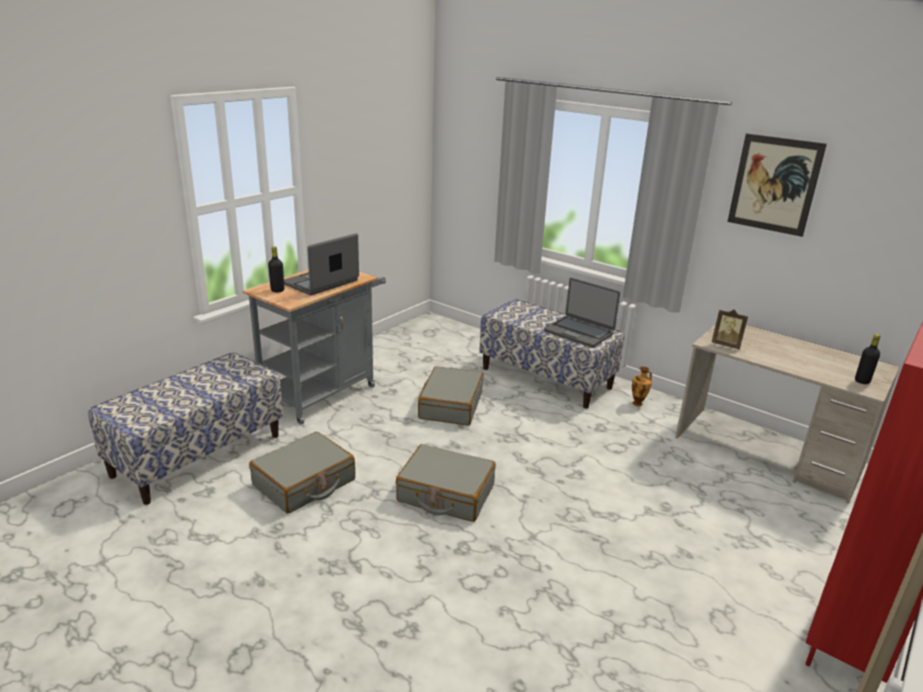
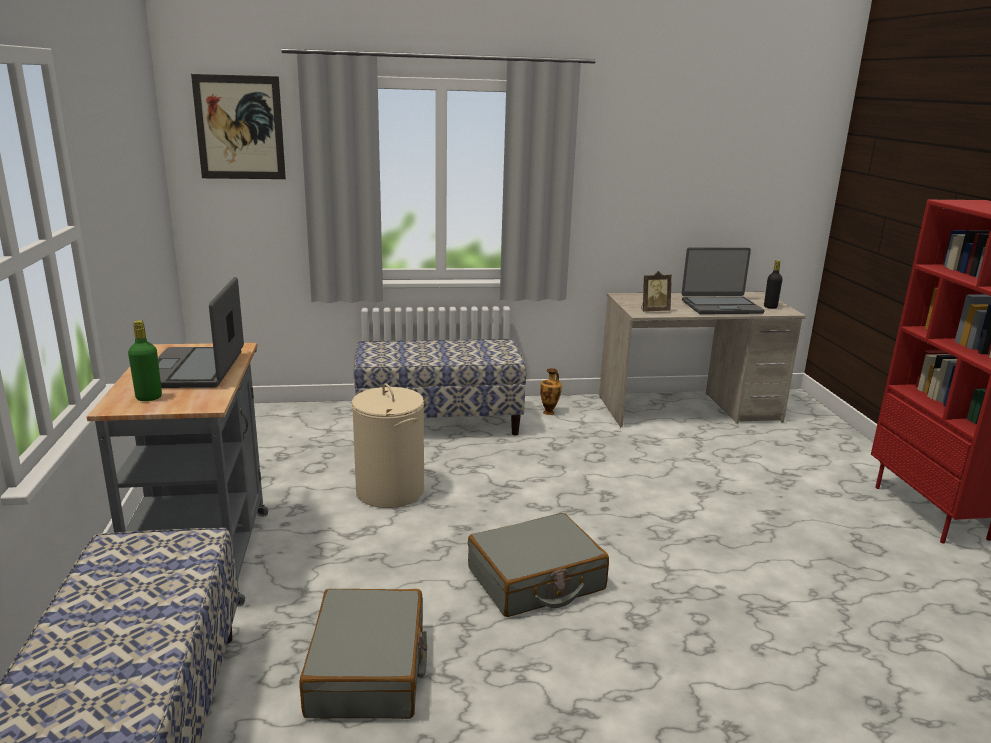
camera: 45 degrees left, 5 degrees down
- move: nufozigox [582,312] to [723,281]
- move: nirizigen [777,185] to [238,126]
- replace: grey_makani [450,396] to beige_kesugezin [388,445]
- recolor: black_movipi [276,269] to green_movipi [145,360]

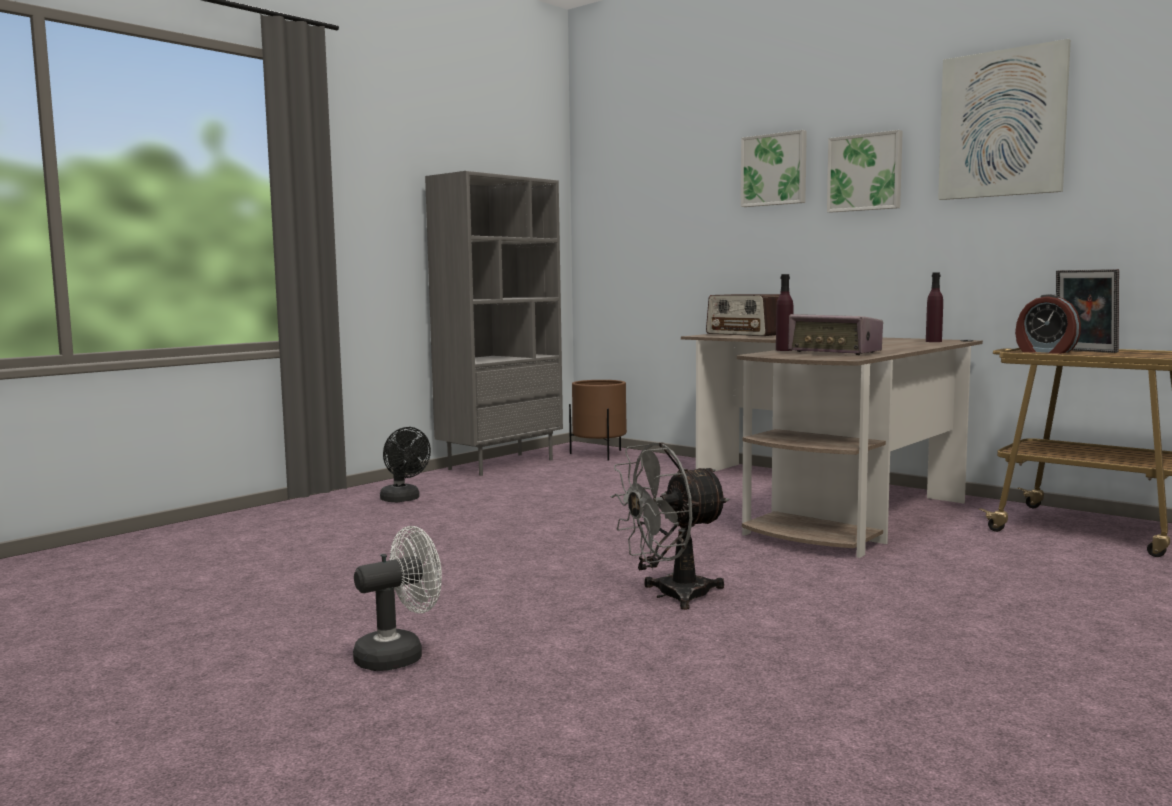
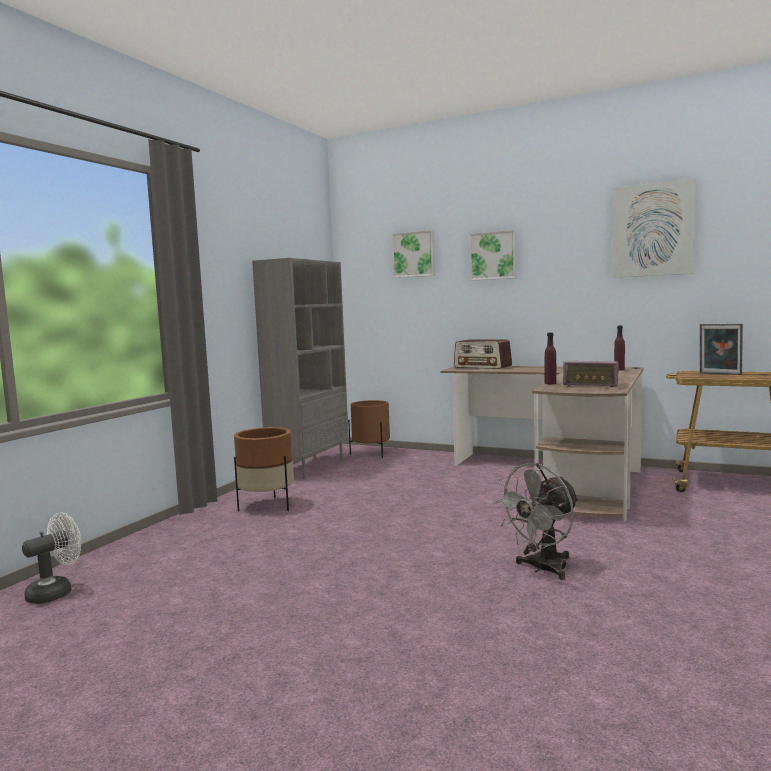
camera: 15 degrees left, 0 degrees up
- delete: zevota [1048,324]
- move: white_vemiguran [397,598] to [51,558]
- move: nirizigen [865,171] to [413,254]
- replace: black_vemiguran [405,464] to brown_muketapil [264,469]

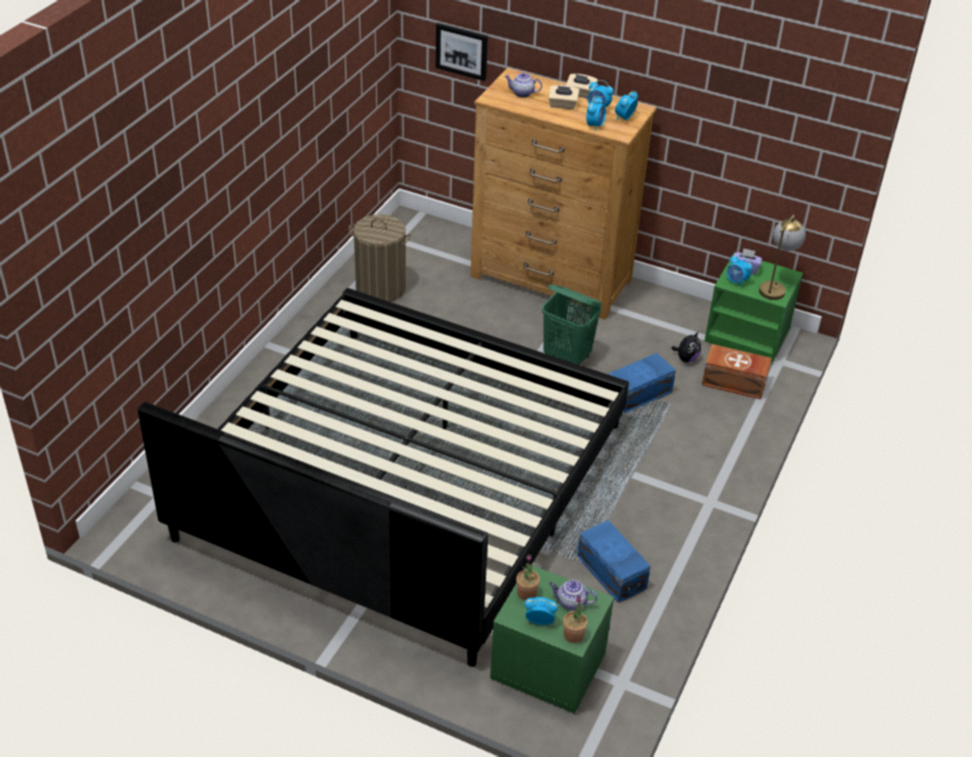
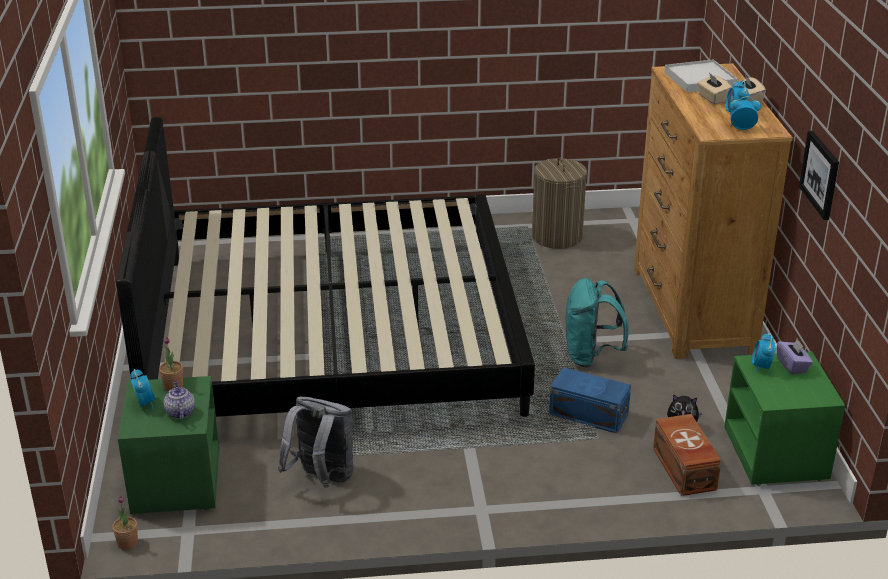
camera: 60 degrees right, 10 degrees down
- delete: zevota [596,113]
- delete: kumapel [782,257]
- move: nirizigen [462,52] to [819,175]
- move: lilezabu [575,619] to [125,523]
- replace: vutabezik [523,85] to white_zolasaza [701,75]
- replace: green_kesugezin [572,324] to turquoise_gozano [597,323]
- replace: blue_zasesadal [614,561] to grey_gozano [316,442]

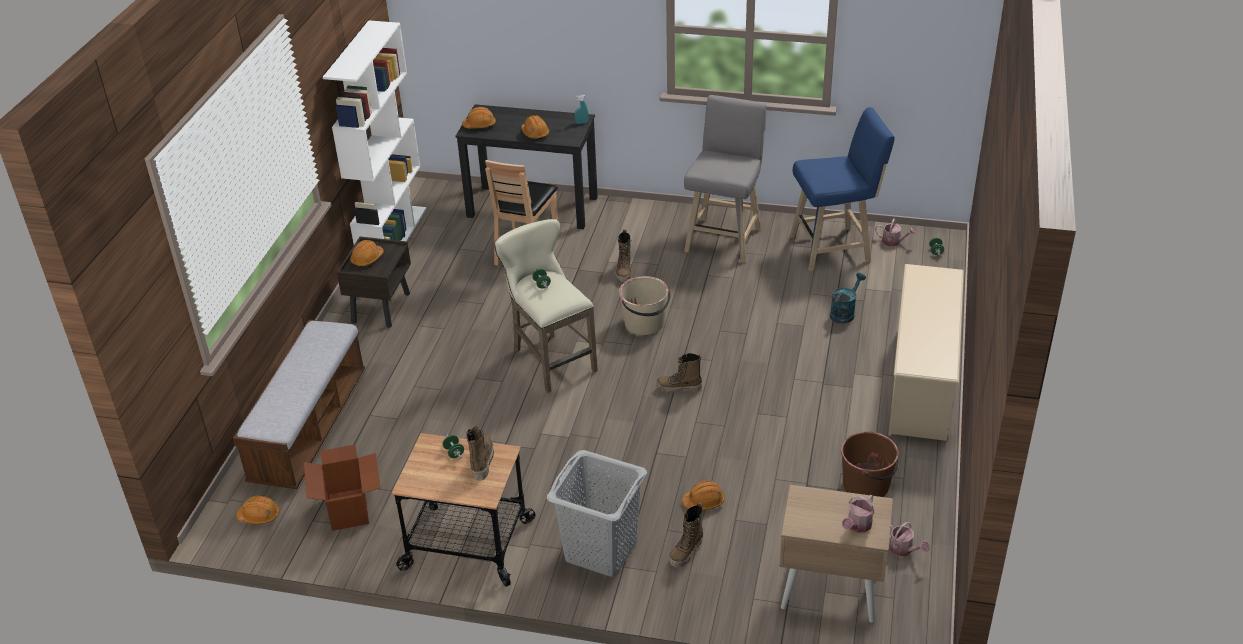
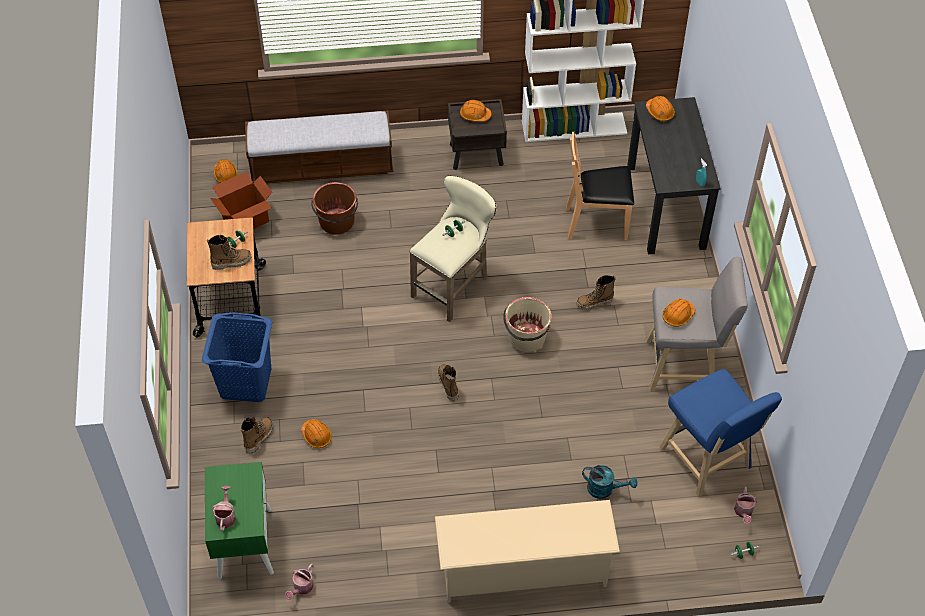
camera: 70 degrees right, 15 degrees up
- move: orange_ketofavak [535,127] to [678,313]
- move: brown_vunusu [870,464] to [334,208]
- recolor: grey_kesugezin [597,513] to blue_kesugezin [237,357]
- recolor: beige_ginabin [836,554] to green_ginabin [239,521]
- rotate: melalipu [686,535] = [257,435] 105 degrees clockwise
- rotate: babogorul [858,514] = [224,508] 75 degrees clockwise

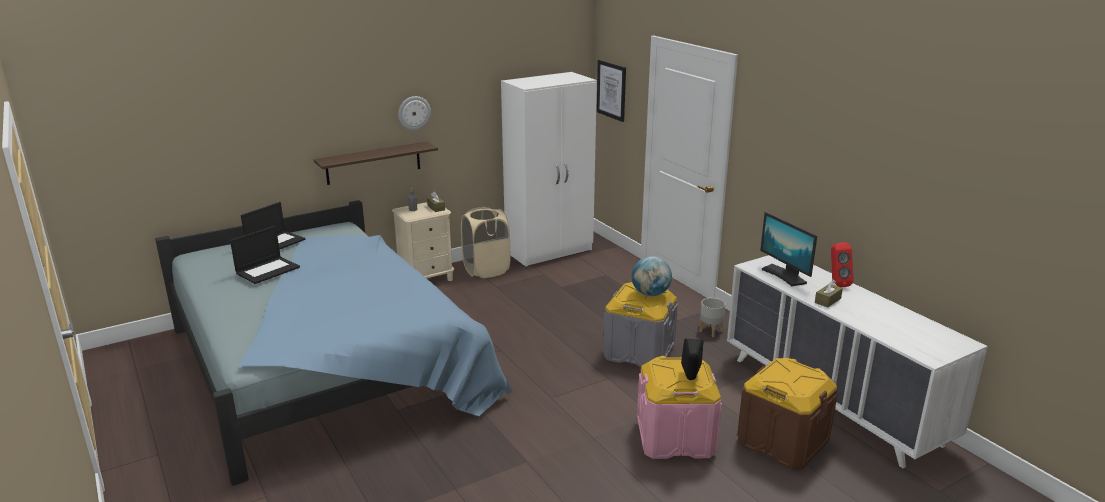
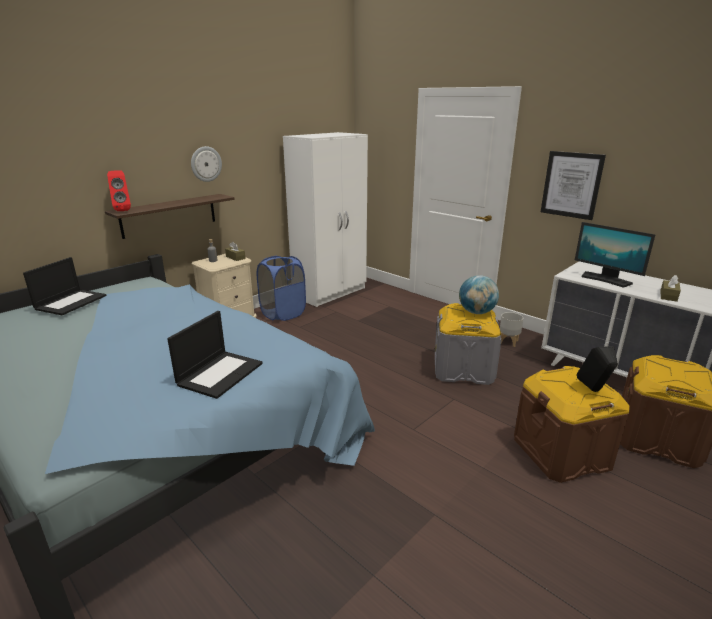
camera: 15 degrees left, 0 degrees up
- move: nufozigox [265,255] to [215,355]
- move: nirizigen [611,91] to [573,185]
- move: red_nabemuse [842,265] to [119,190]
- recolor: beige_kesugezin [485,242] to blue_kesugezin [281,288]
- recolor: pink_zasesadal [679,407] to brown_zasesadal [572,424]

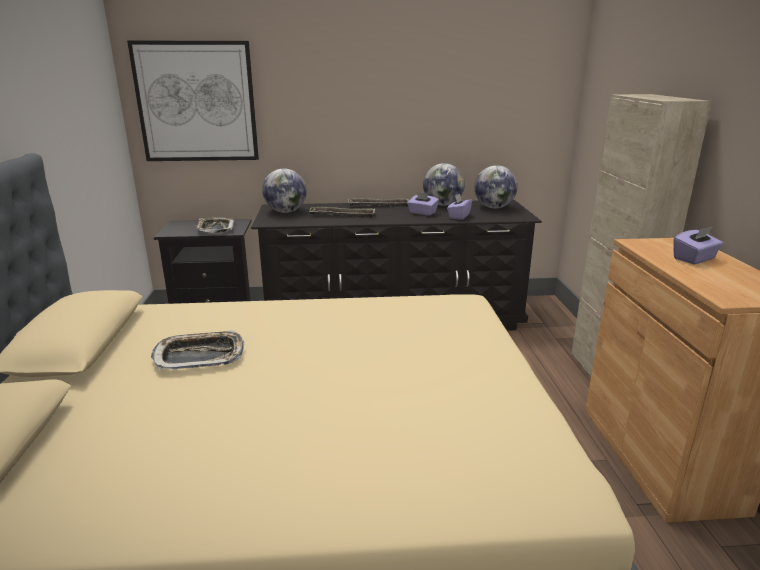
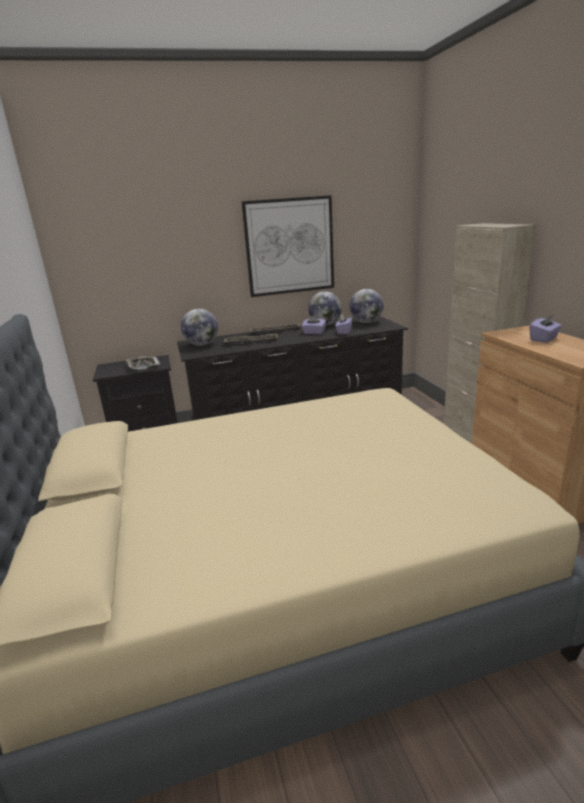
camera: 10 degrees left, 0 degrees up
- delete: zolasaza [197,350]
- move: nirizigen [193,101] to [287,246]

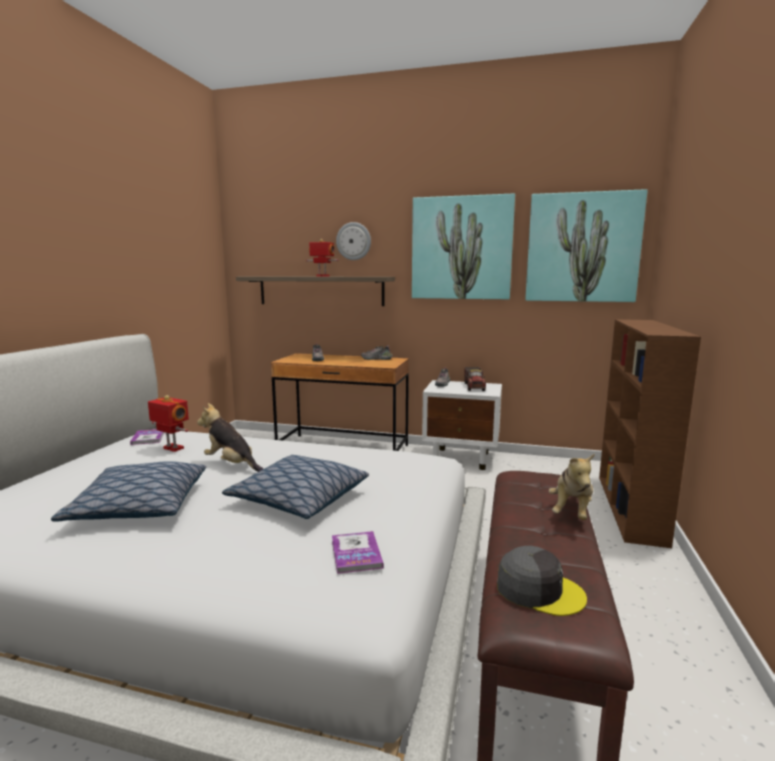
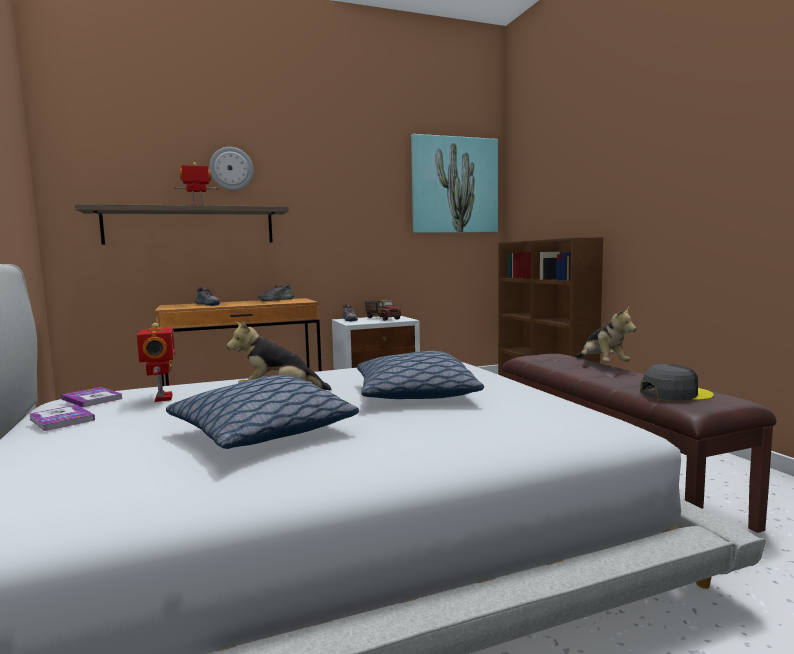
camera: 35 degrees left, 5 degrees down
- delete: nirizigen [463,247]
- move: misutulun [357,552] to [62,418]
- rotate: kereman [168,423] = [156,362] 75 degrees clockwise

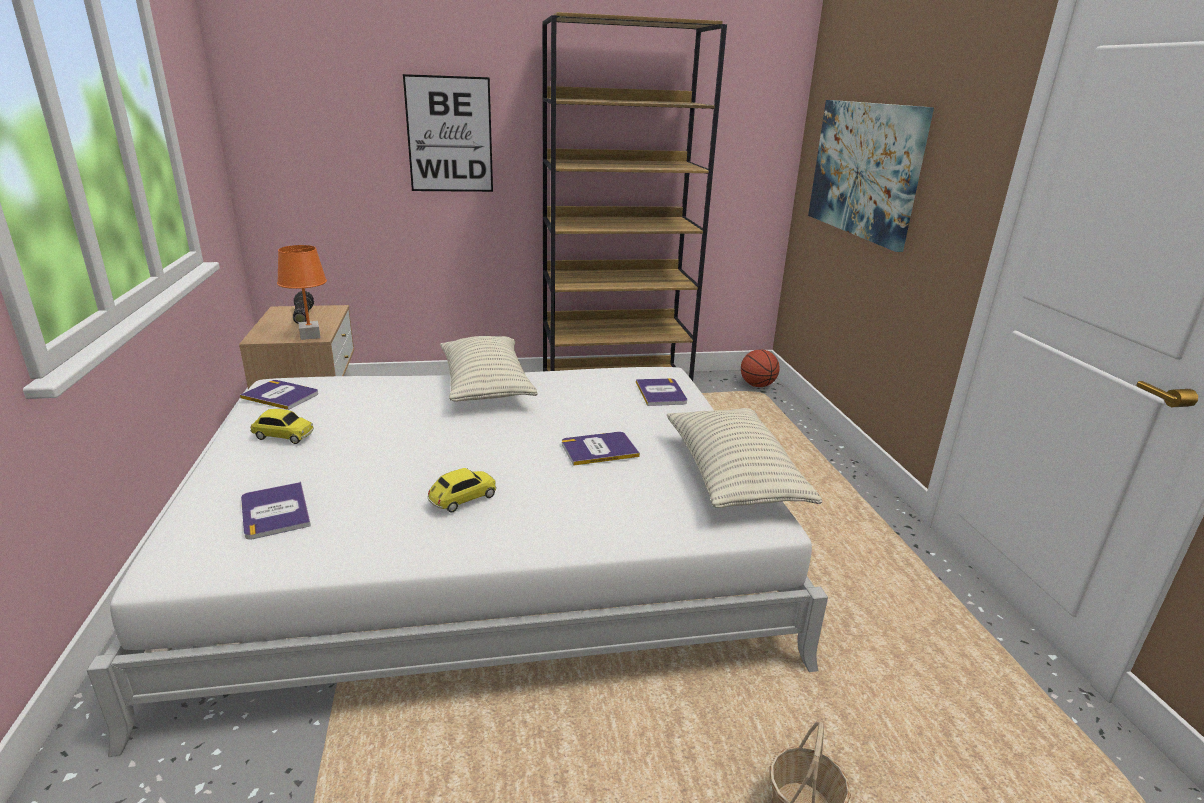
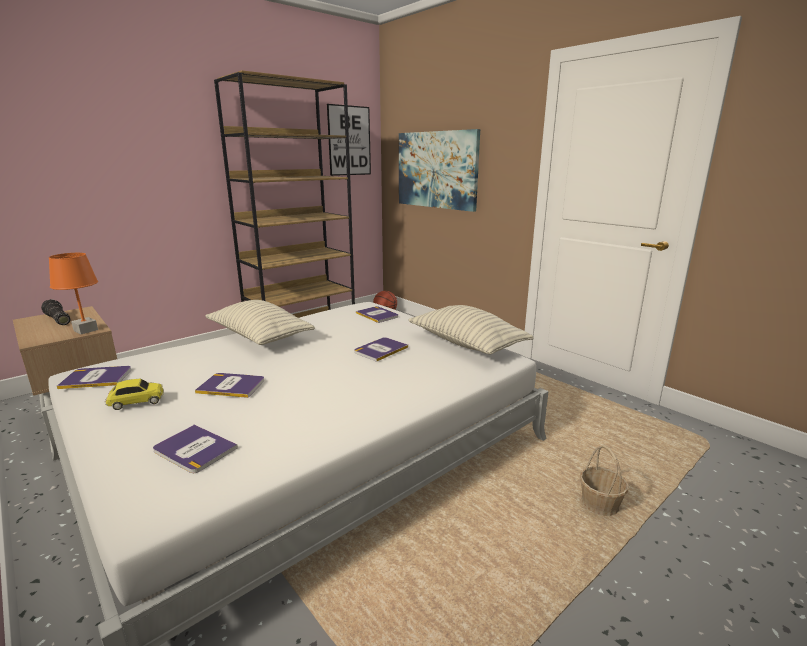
camera: 30 degrees left, 5 degrees down
- delete: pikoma [462,490]
- insert: misutulun [229,385]
- move: nirizigen [448,133] to [349,140]

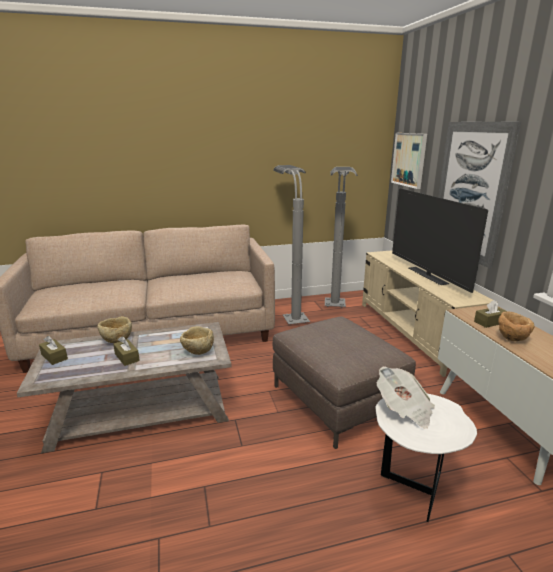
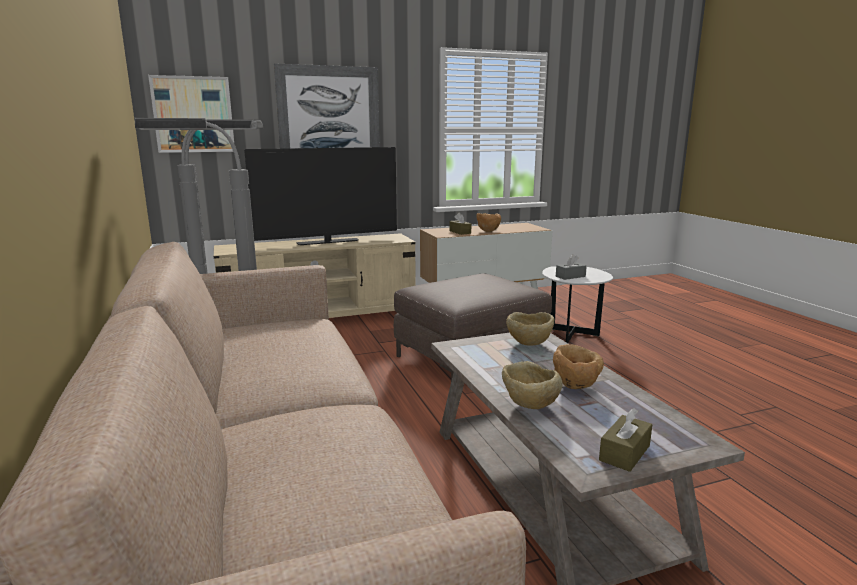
camera: 95 degrees left, 5 degrees down
- replace: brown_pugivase [126,351] to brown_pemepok [578,366]
- replace: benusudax [406,397] to grey_pugivase [571,267]

